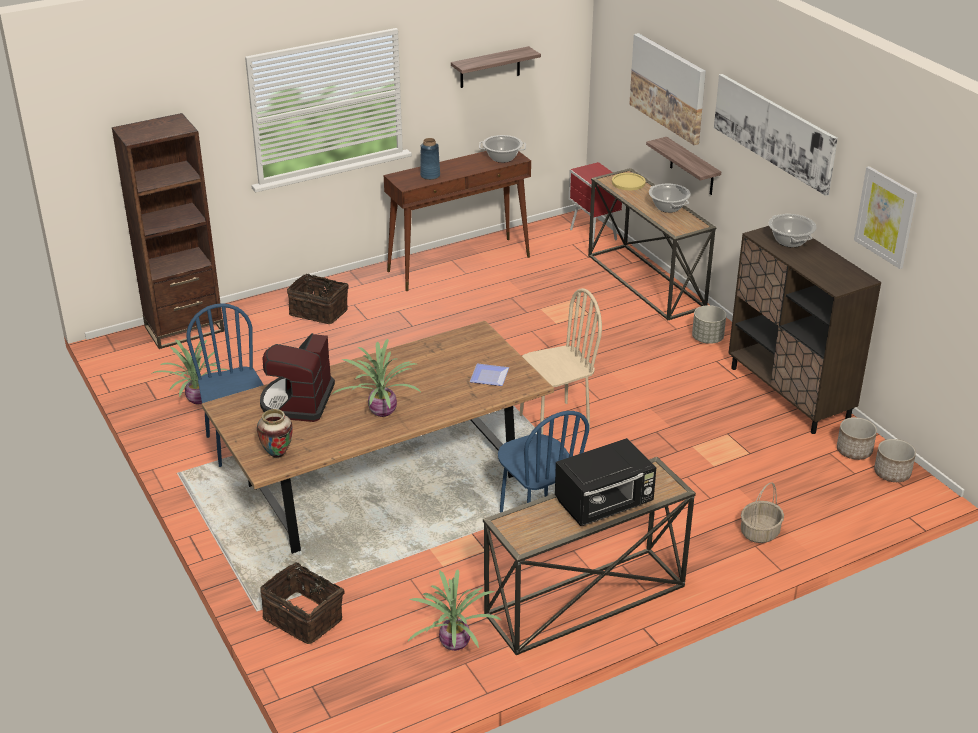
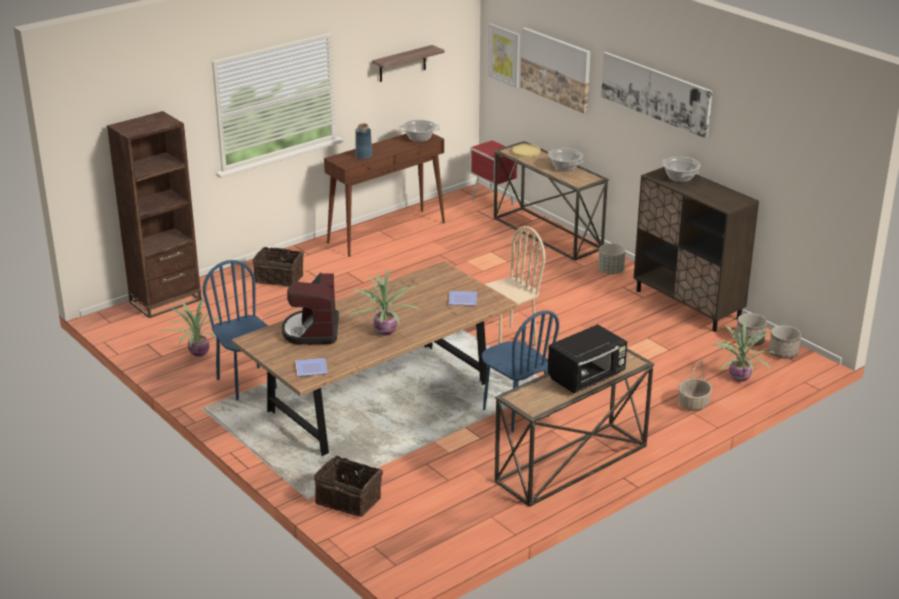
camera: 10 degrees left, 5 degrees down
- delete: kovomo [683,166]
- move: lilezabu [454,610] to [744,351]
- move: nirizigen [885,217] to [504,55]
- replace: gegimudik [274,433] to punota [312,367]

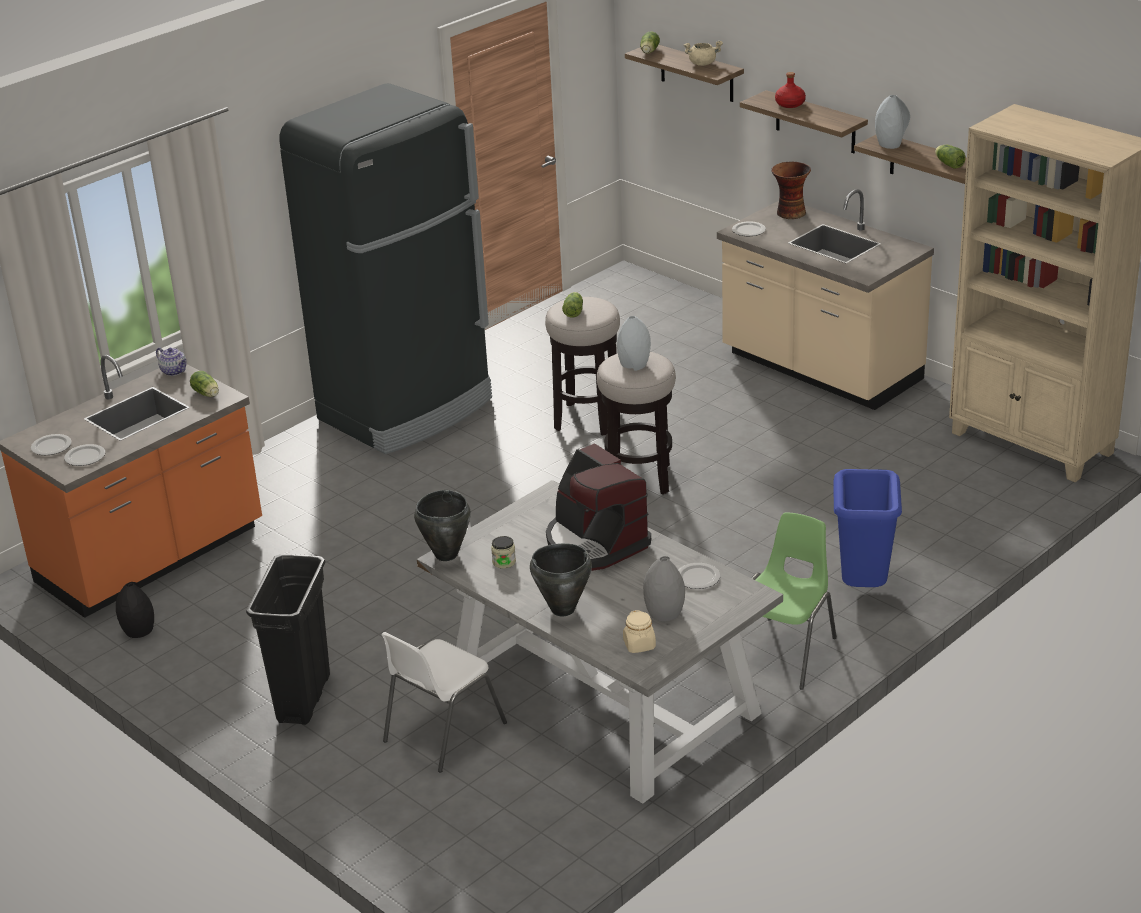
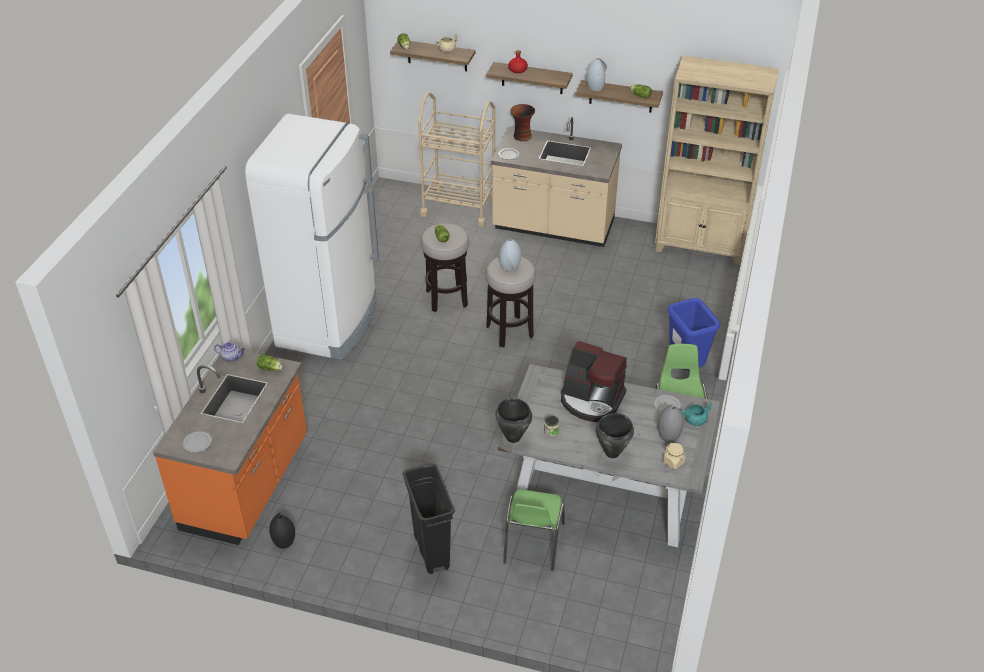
camera: 30 degrees left, 10 degrees up
- delete: punota [84,455]
- insert: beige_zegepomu [456,159]
- insert: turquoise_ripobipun [696,414]
- recolor: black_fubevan [386,268] to white_fubevan [312,237]
- recolor: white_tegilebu [444,702] to green_tegilebu [534,530]

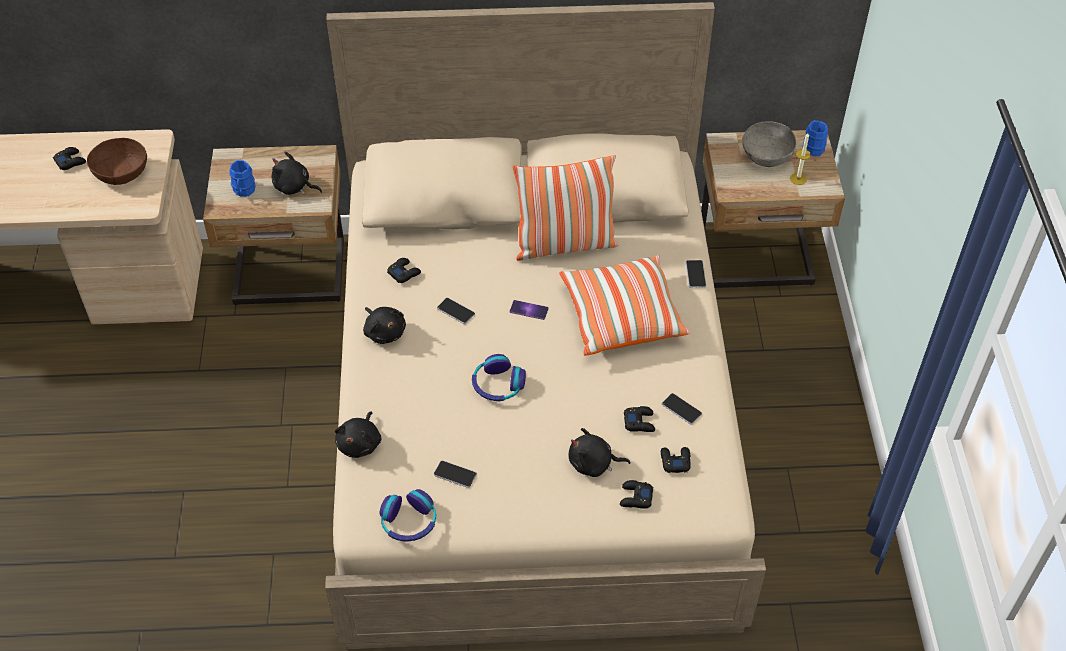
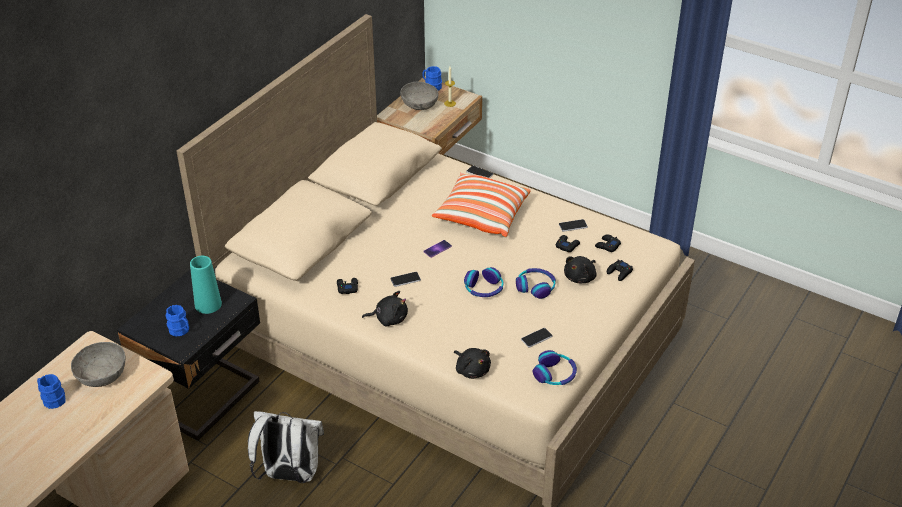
camera: 55 degrees left, 10 degrees down
- delete: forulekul [565,208]
- insert: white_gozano [286,447]
- insert: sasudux [536,283]
- replace: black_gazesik [69,158] to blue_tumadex [51,391]
- replace: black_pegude [297,173] to turquoise_gegimudik [206,285]
- recolor: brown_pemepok [117,161] to grey_pemepok [98,364]
- recolor: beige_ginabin [273,225] to black_ginabin [188,355]

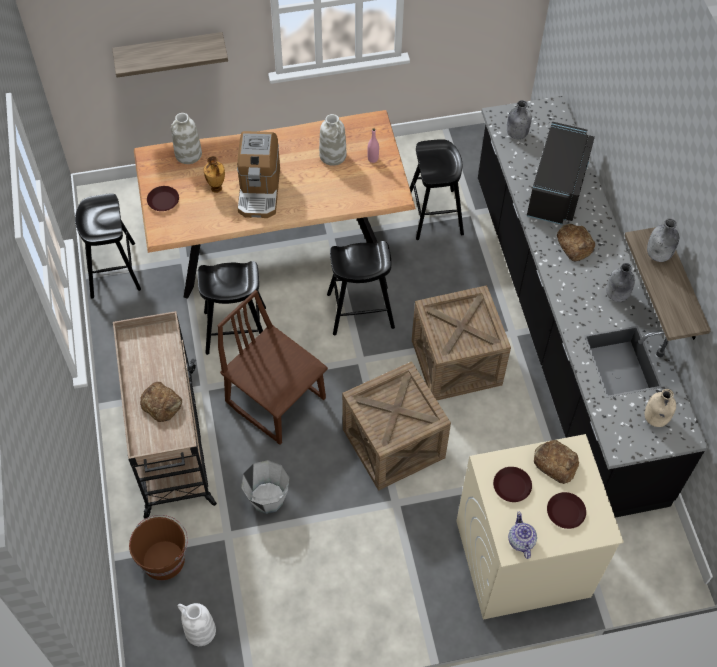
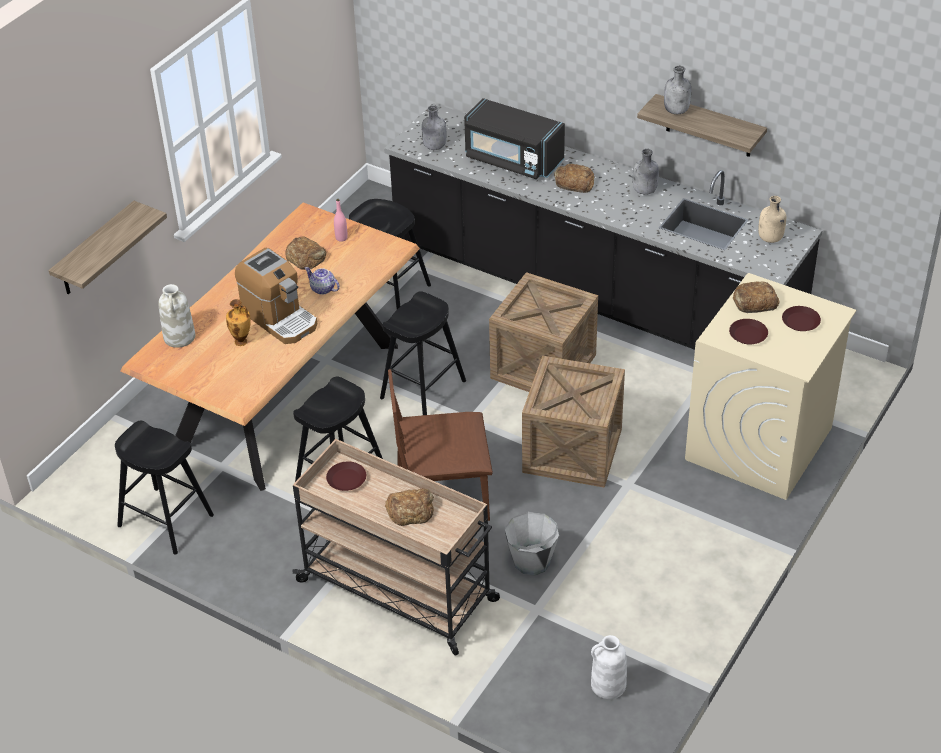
camera: 45 degrees left, 15 degrees down
- delete: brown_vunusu [158,547]
- move: brown_punota [163,198] to [346,476]
- move: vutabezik [522,535] to [322,281]
- replace: white_gegimudik [333,140] to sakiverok [305,253]
- rotate: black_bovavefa [561,173] = [514,138] 150 degrees clockwise

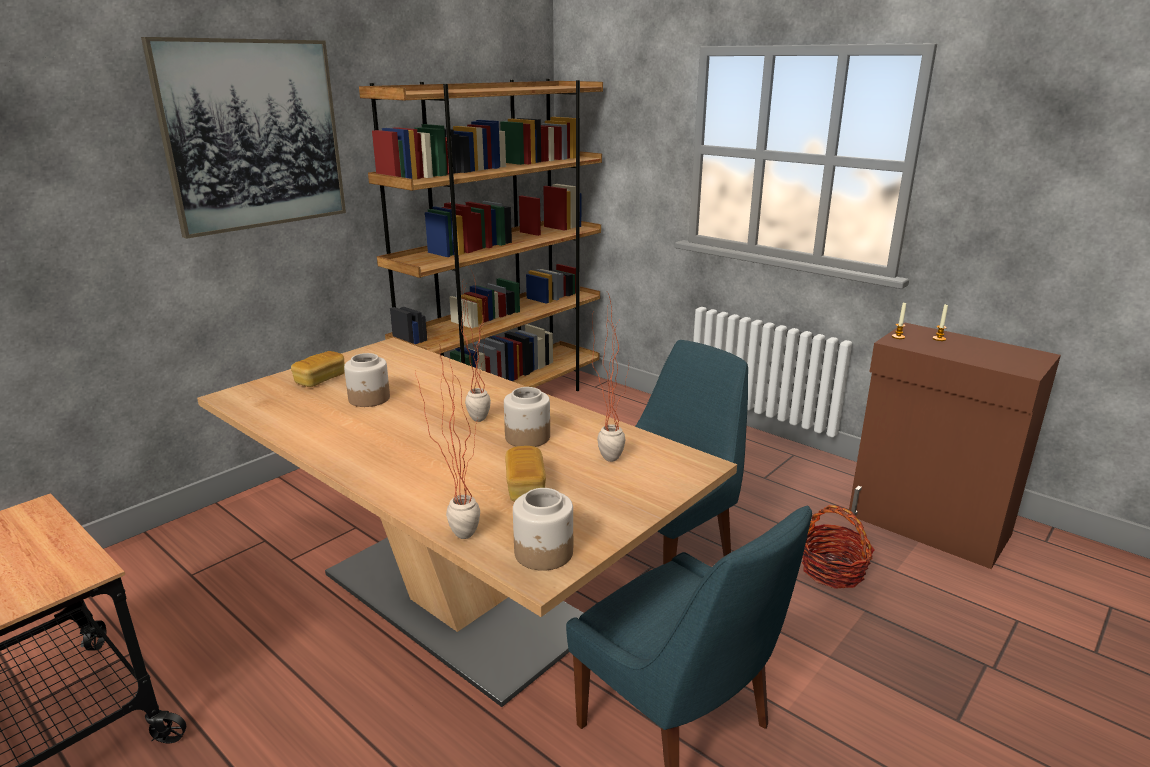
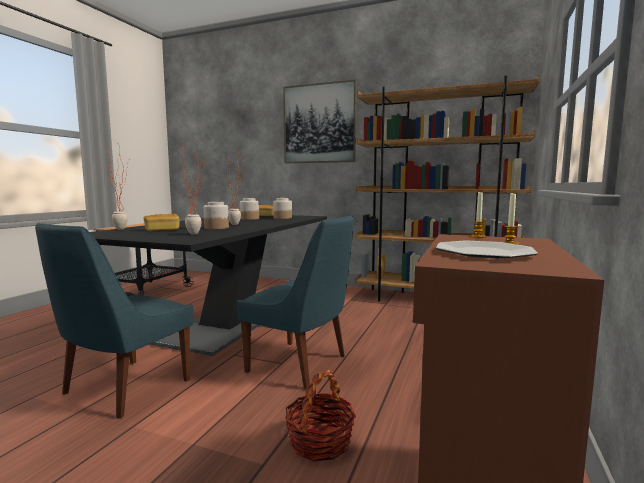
camera: 70 degrees right, 15 degrees down
- insert: punota [487,249]
- move: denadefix [543,529] to [282,208]
- recolor: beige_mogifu [467,522] to black_mogifu [208,285]

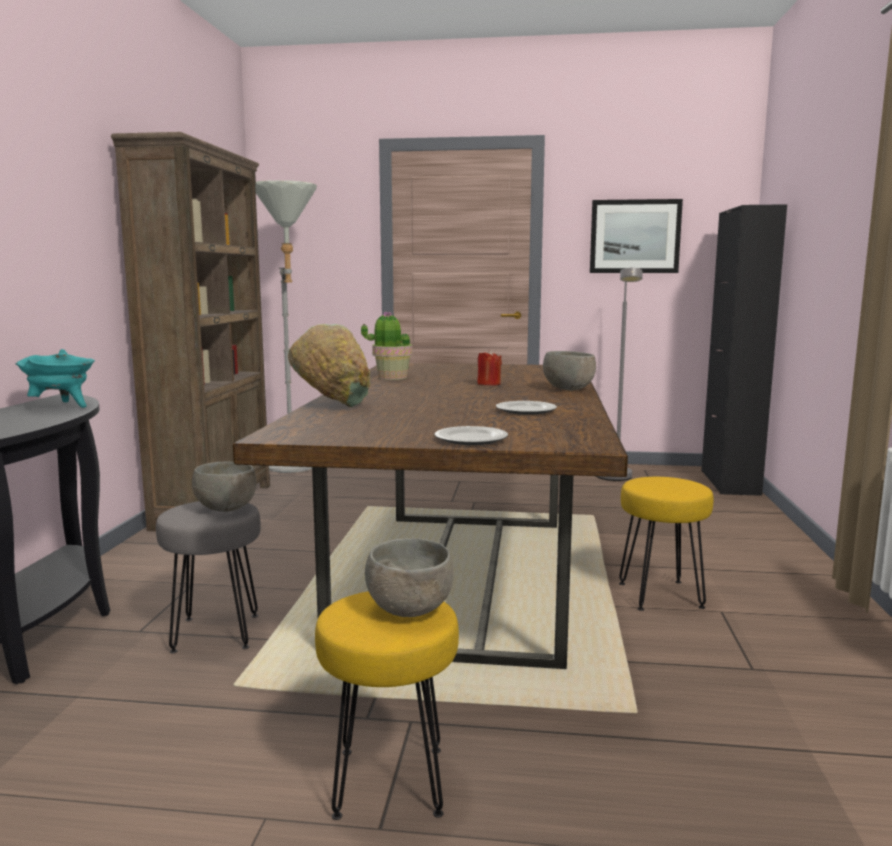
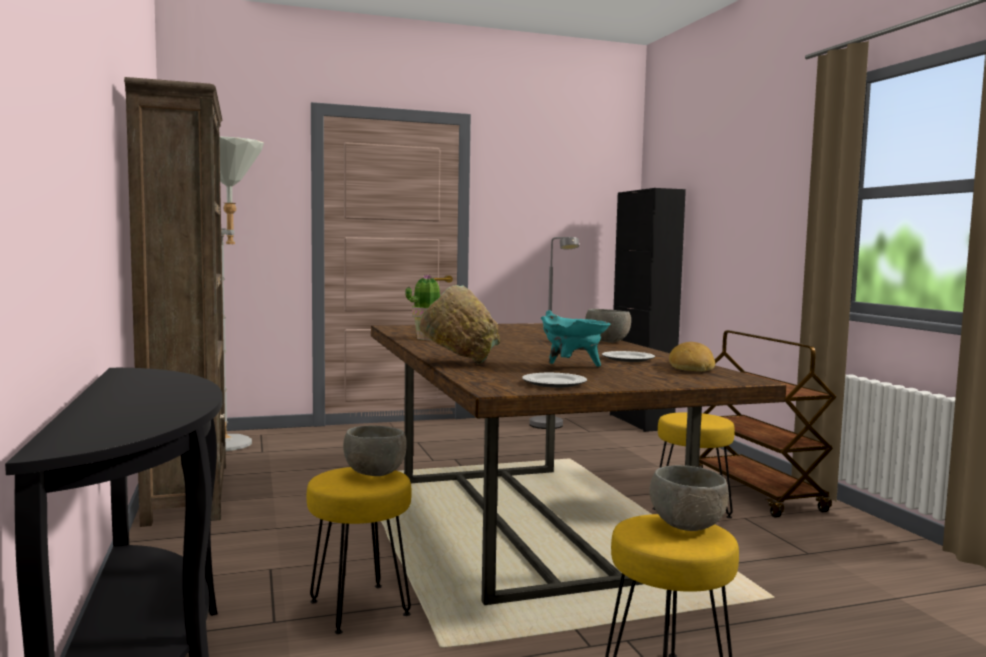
camera: 25 degrees left, 5 degrees down
- delete: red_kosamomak [489,367]
- delete: nirizigen [636,236]
- insert: sakiverok [692,357]
- insert: brown_zegepomu [768,424]
- move: turquoise_ripobipun [55,378] to [576,338]
- move: punota [471,435] to [554,380]
- recolor: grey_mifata [208,577] to yellow_mifata [359,550]

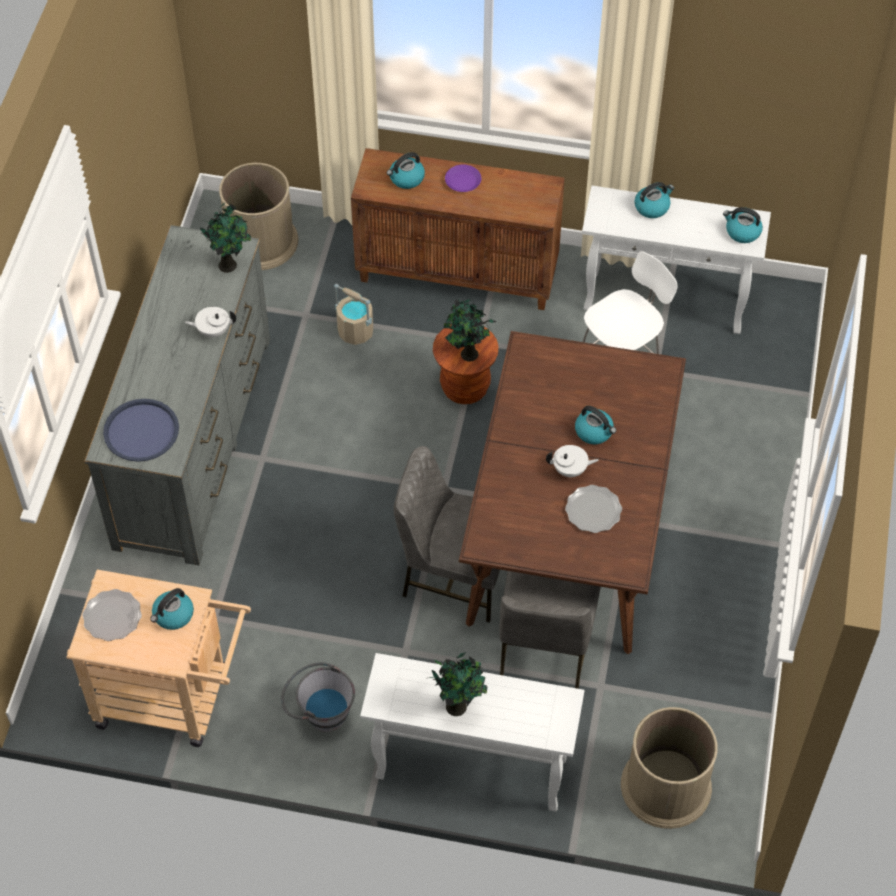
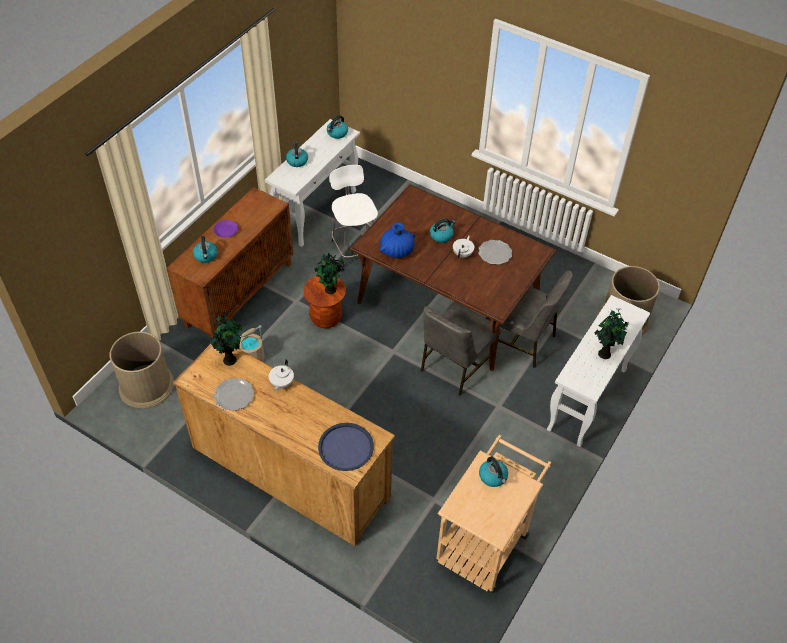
camera: 70 degrees left, 5 degrees down
- delete: grey_vunusu [318,697]
- insert: blue_gegimudik [397,240]
- move: punota [112,615] to [234,394]
- recolor: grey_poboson [177,395] to brown_poboson [284,445]

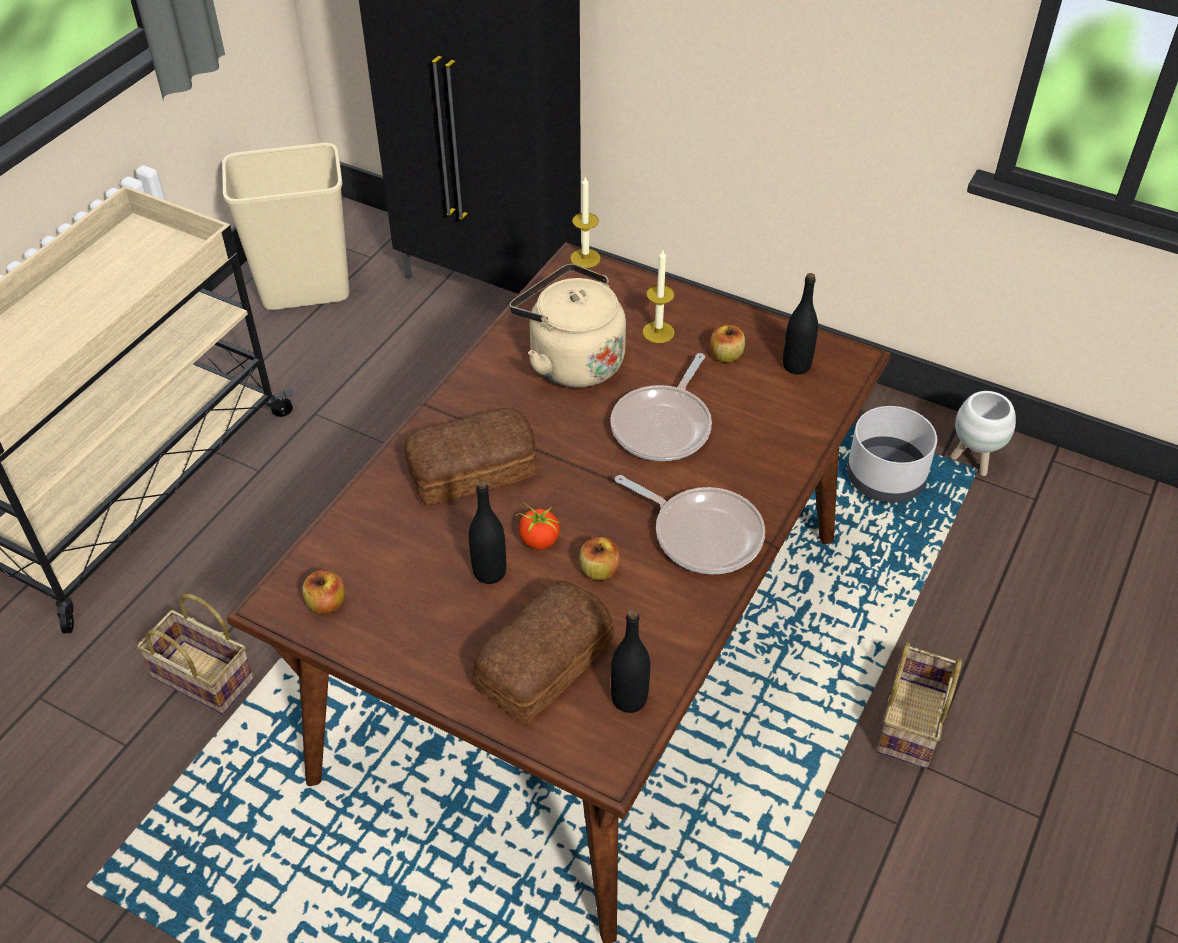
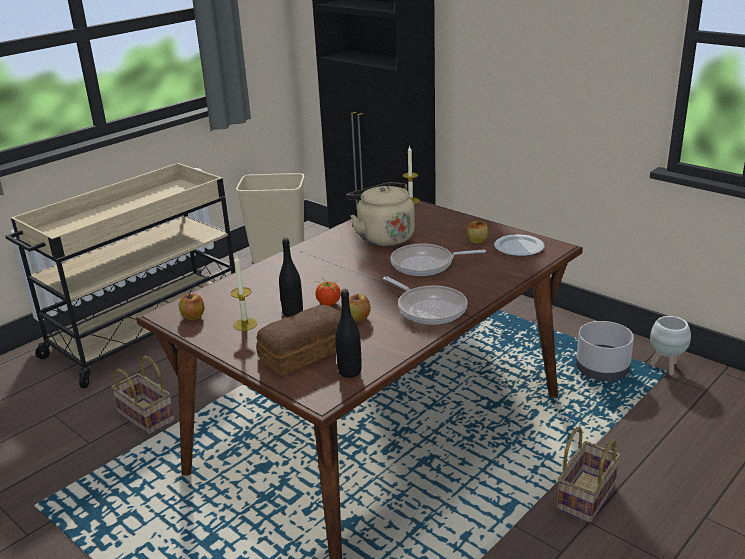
camera: 15 degrees right, 20 degrees down
- delete: sakiverok [471,456]
- move: kosamomak [659,296] to [244,293]
- replace: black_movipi [800,323] to punota [519,245]
- rotate: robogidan [661,407] = [438,260] 45 degrees clockwise

